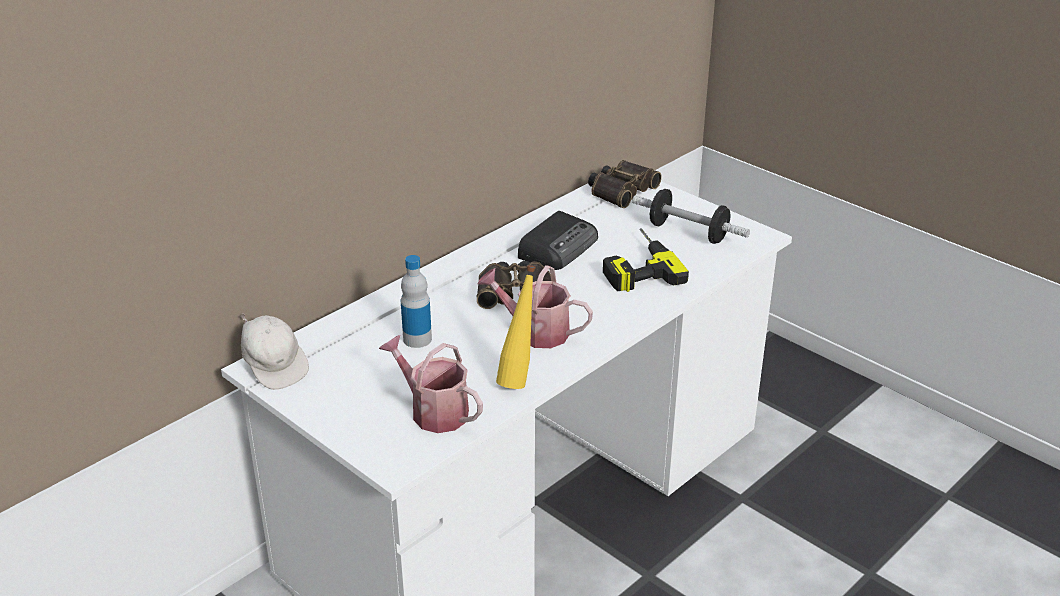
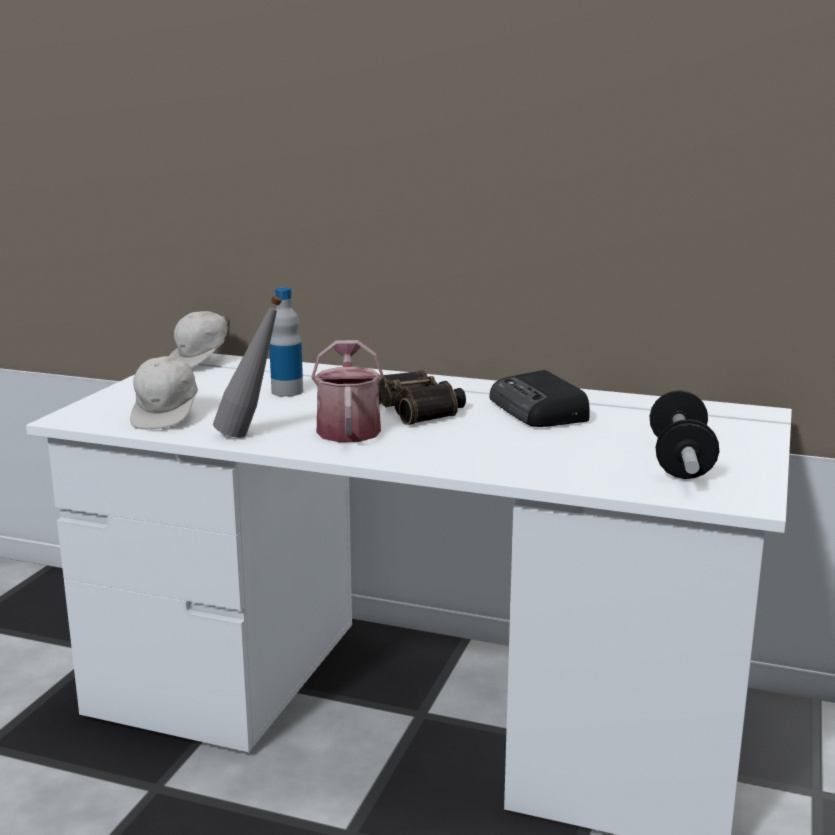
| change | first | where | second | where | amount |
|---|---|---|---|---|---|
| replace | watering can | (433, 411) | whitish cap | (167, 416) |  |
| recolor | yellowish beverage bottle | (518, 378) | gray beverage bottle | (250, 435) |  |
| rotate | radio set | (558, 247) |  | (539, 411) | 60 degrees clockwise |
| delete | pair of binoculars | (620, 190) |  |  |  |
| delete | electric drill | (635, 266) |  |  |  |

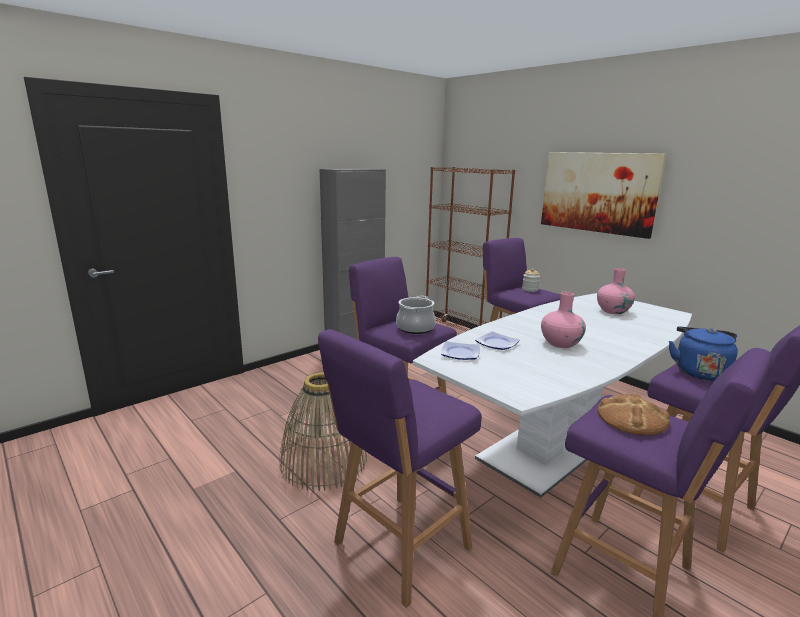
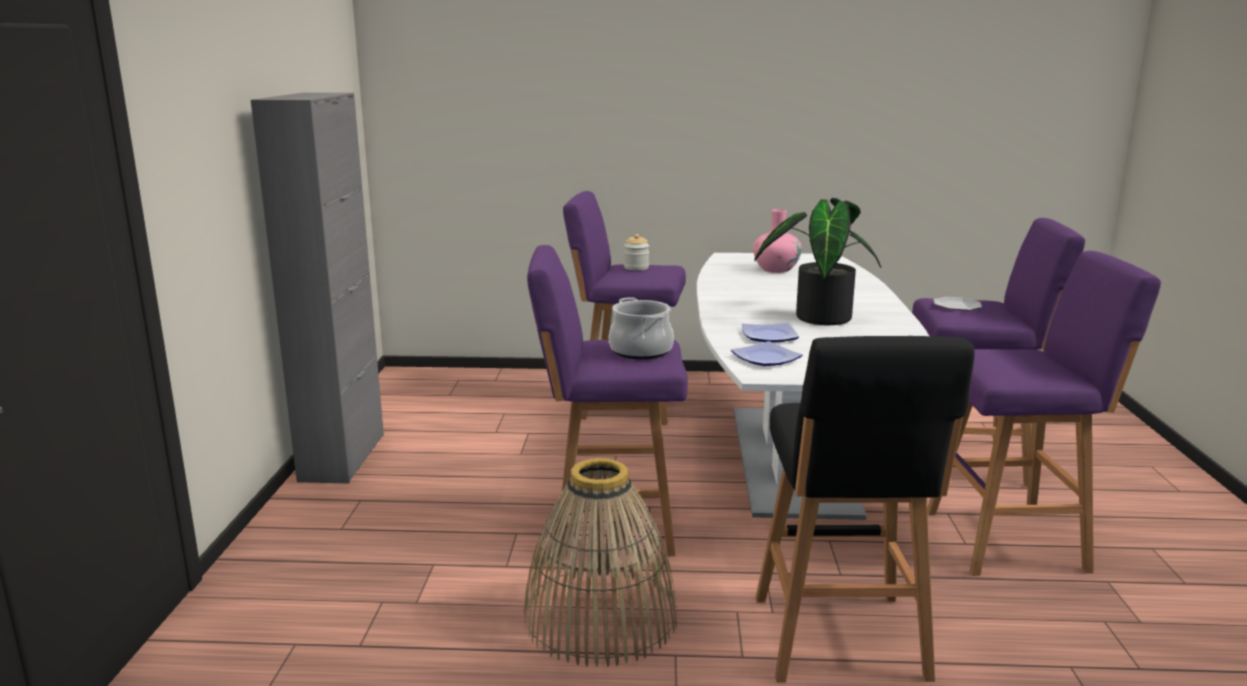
| change | first | where | second | where | amount |
|---|---|---|---|---|---|
| recolor | purple stool seat | (399, 548) | black-coloured stool seat | (840, 641) |  |
| delete | brown bookcase | (461, 333) |  |  |  |
| delete | wall art | (598, 192) |  |  |  |
| replace | pink vase | (560, 343) | plant in a pot | (818, 316) |  |
| delete | bakery bread | (631, 419) |  |  |  |
| replace | bluish water kettle | (699, 371) | plate | (957, 306) |  |

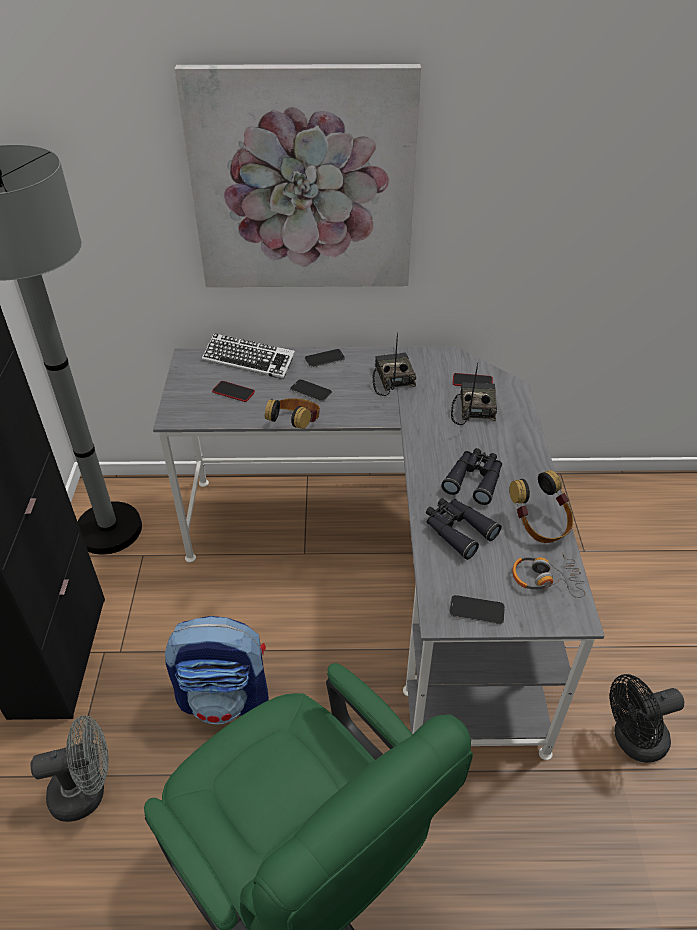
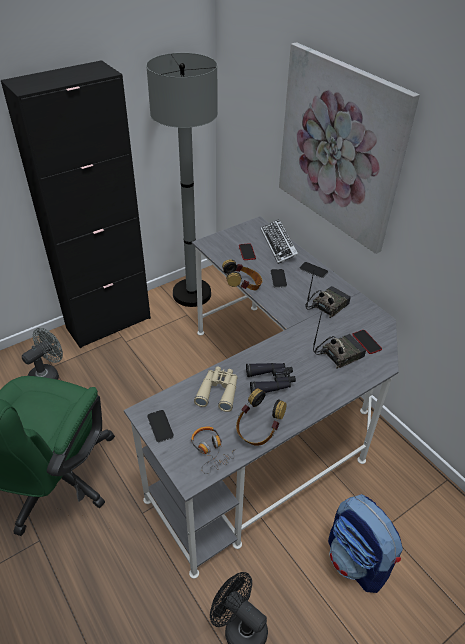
| change | first | where | second | where | amount |
|---|---|---|---|---|---|
| rotate | gray electric fan | (87, 791) |  | (48, 376) | 90 degrees counterclockwise |
| move | knapsack | (225, 697) |  | (357, 560) |  |
| recolor | black-coloured pair of binoculars | (457, 530) | beige-coloured pair of binoculars | (218, 391) |  |

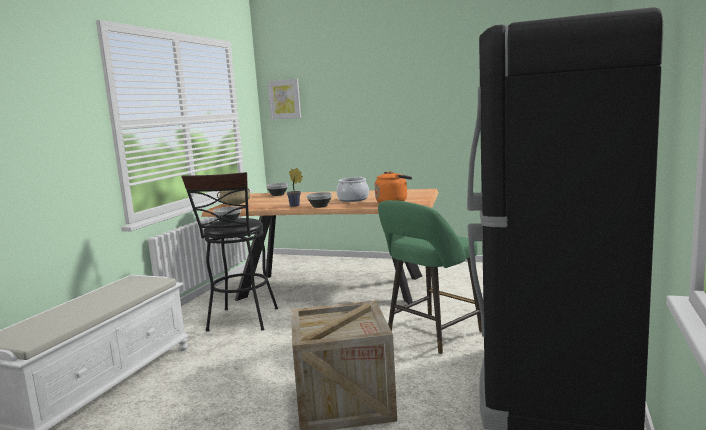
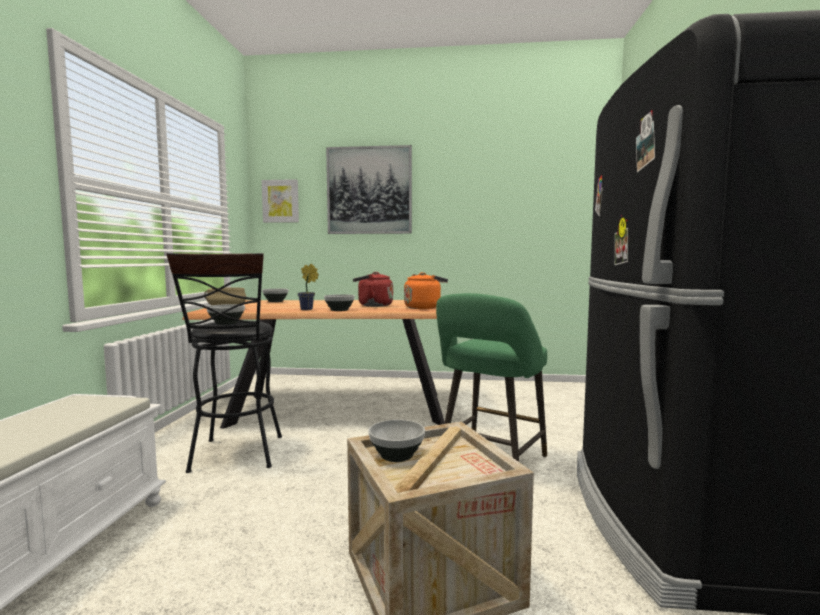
| change | first | where | second | where | amount |
|---|---|---|---|---|---|
| replace | cooking pot | (353, 199) | reddish water kettle | (373, 305) |  |
| insert |  |  | wall art | (369, 190) |  |
| insert |  |  | serving bowl | (397, 456) |  |

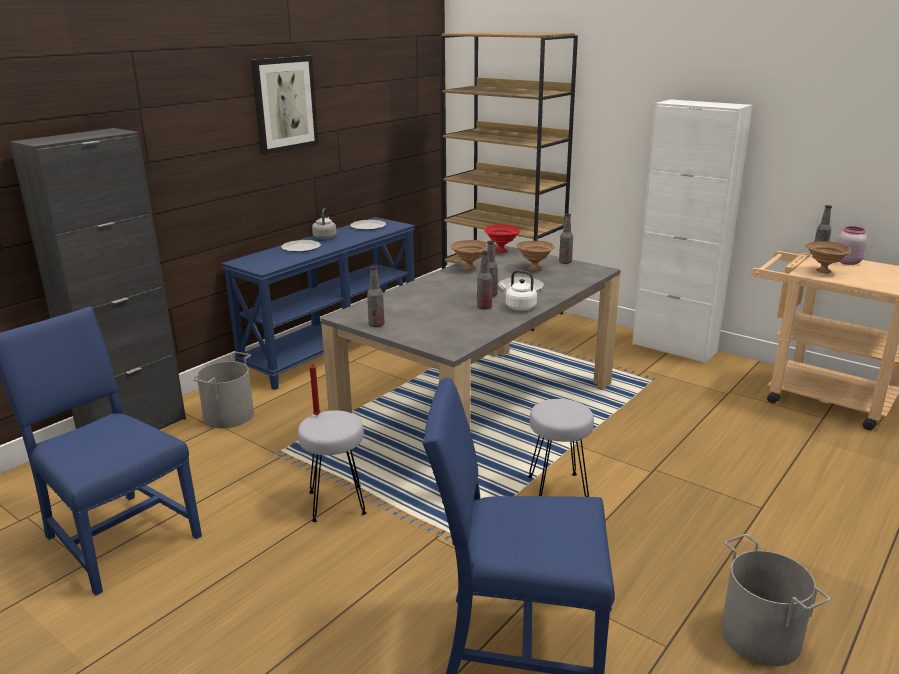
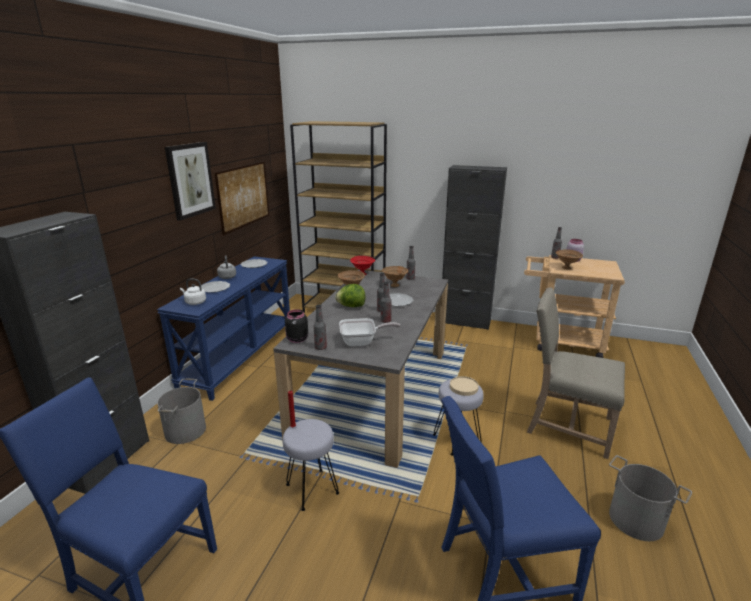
| change | first | where | second | where | amount |
|---|---|---|---|---|---|
| move | whitish water kettle | (519, 307) |  | (194, 302) |  |
| recolor | whitish cupboard | (674, 348) | black-coloured cupboard | (465, 322) |  |
| insert |  |  | wall art | (244, 196) |  |
| insert |  |  | black-coloured jar | (296, 339) |  |
| insert |  |  | lettuce | (351, 306) |  |
| insert |  |  | pan | (362, 342) |  |
| insert |  |  | beige-coloured plate | (463, 387) |  |
| insert |  |  | beige-coloured upright chair | (566, 426) |  |

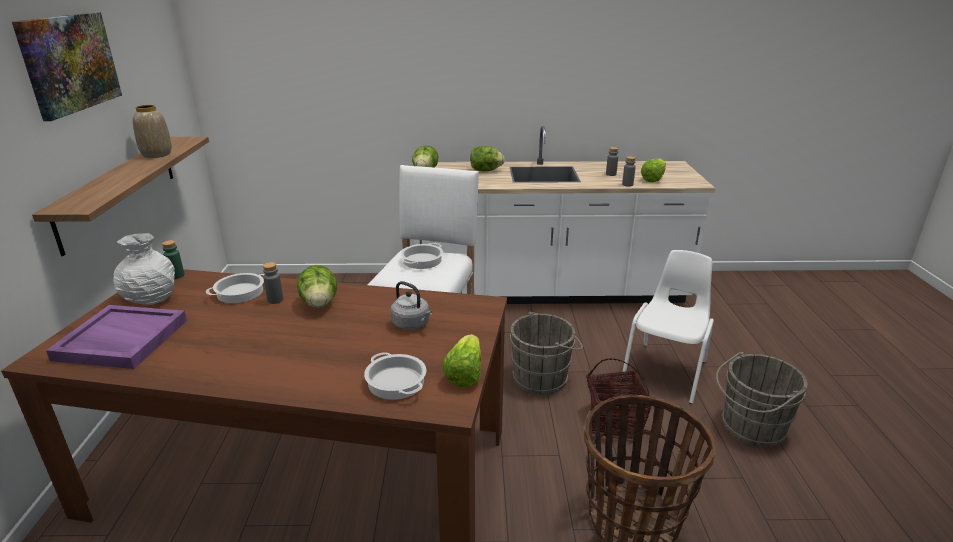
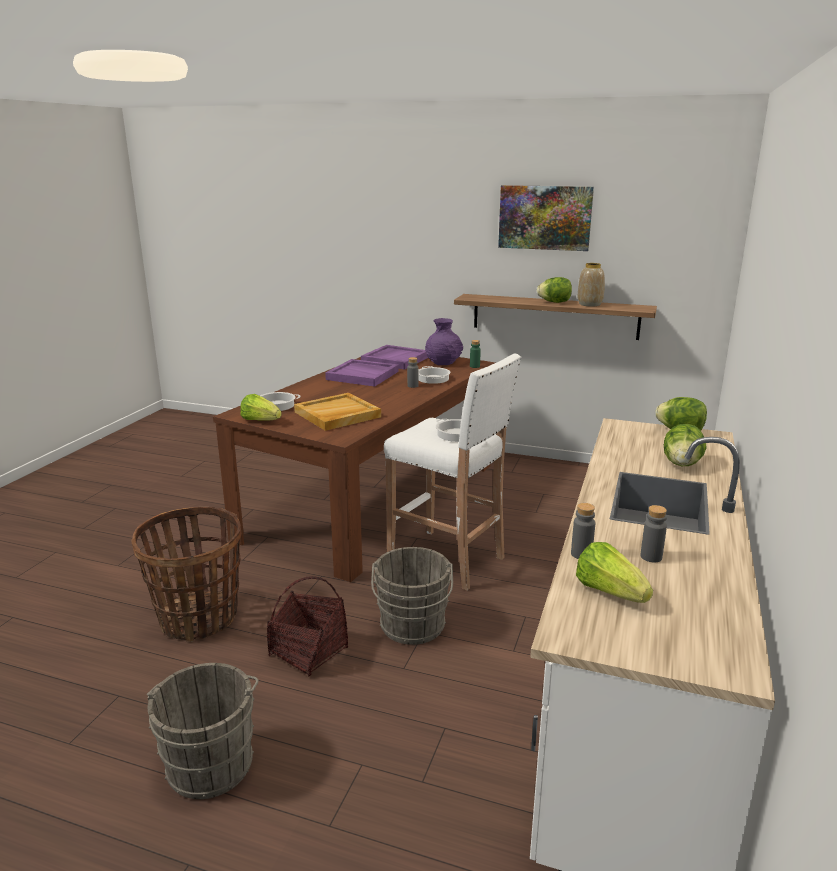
| change | first | where | second | where | amount |
|---|---|---|---|---|---|
| recolor | whitish vase | (150, 298) | purple vase | (443, 362) |  |
| move | lettuce | (319, 304) |  | (554, 302) |  |
| replace | gray water kettle | (412, 324) | beige-coloured serving tray | (337, 415) |  |
| delete | whitish upright chair | (666, 371) |  |  |  |
| insert |  |  | purple serving tray | (363, 375) |  |

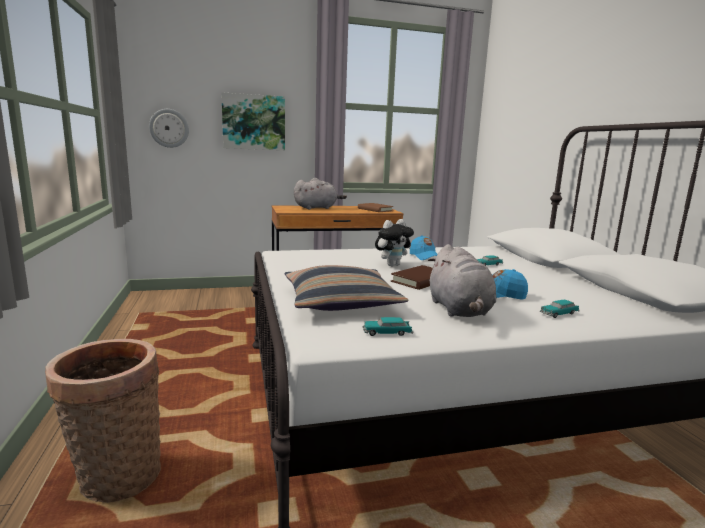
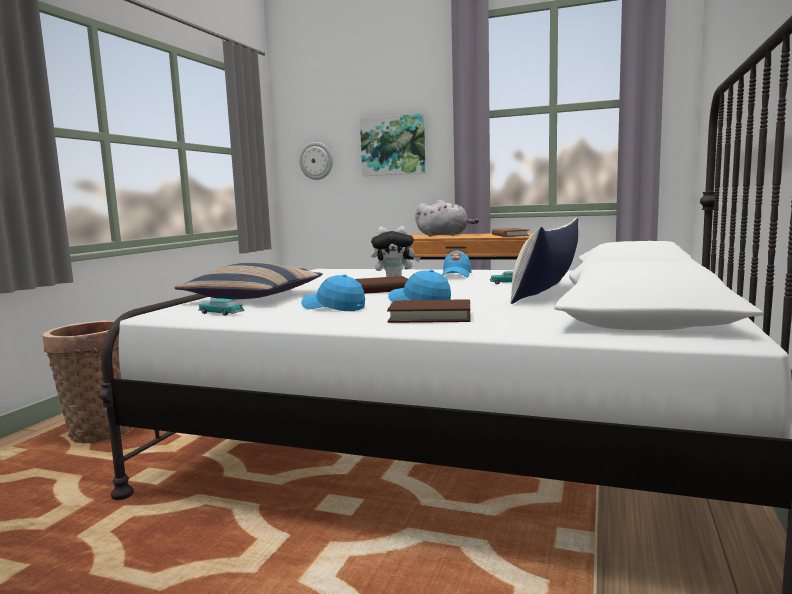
| change | first | where | second | where | amount |
|---|---|---|---|---|---|
| replace | gray cuddly toy | (459, 310) | bluish cap | (334, 307) |  |
| replace | model car | (559, 313) | brown book | (430, 316) |  |
| insert |  |  | pillow | (545, 292) |  |

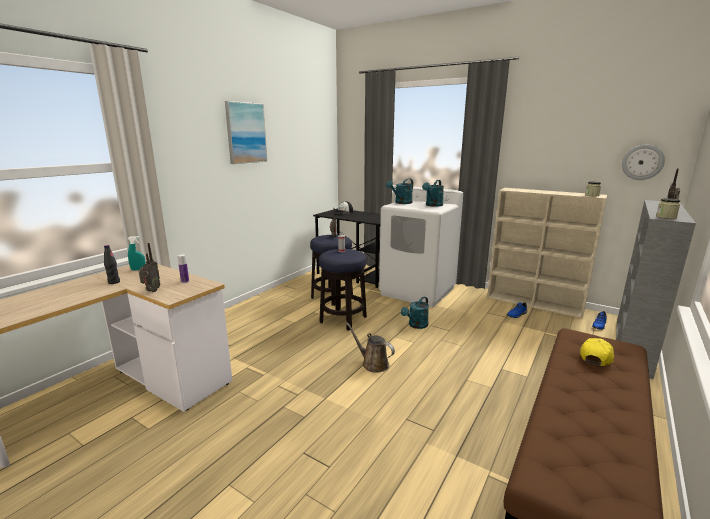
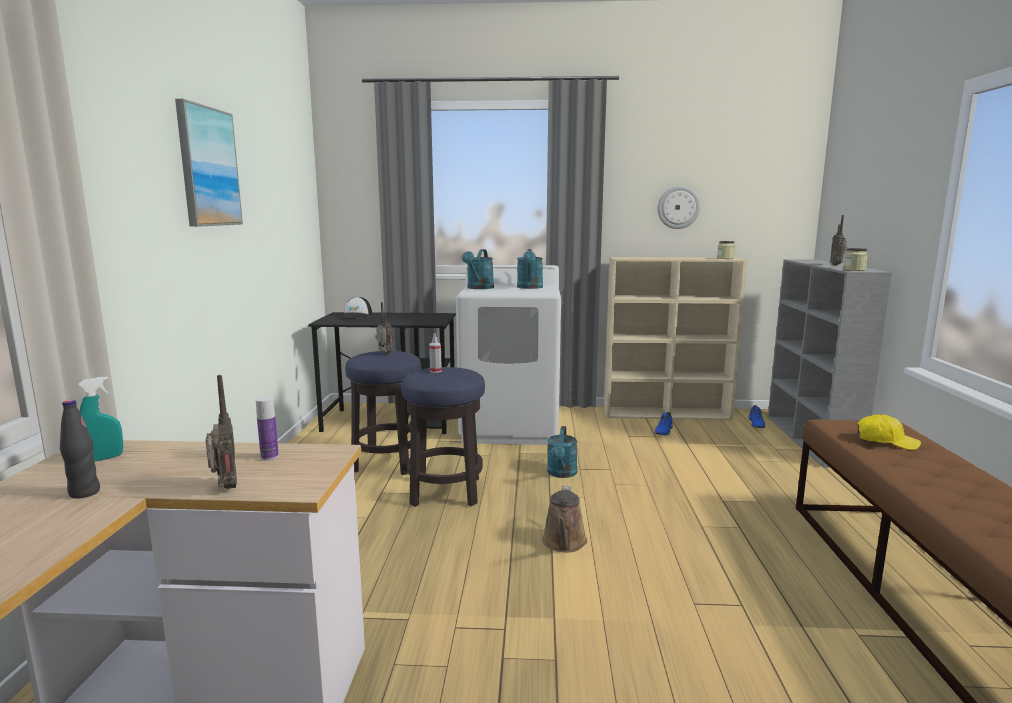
| change | first | where | second | where | amount |
|---|---|---|---|---|---|
| rotate | brown watering can | (373, 363) |  | (564, 543) | 90 degrees counterclockwise |
| rotate | yellowish cap | (596, 357) |  | (886, 441) | 105 degrees clockwise |
| move | clock on the wall | (642, 162) |  | (678, 207) |  |

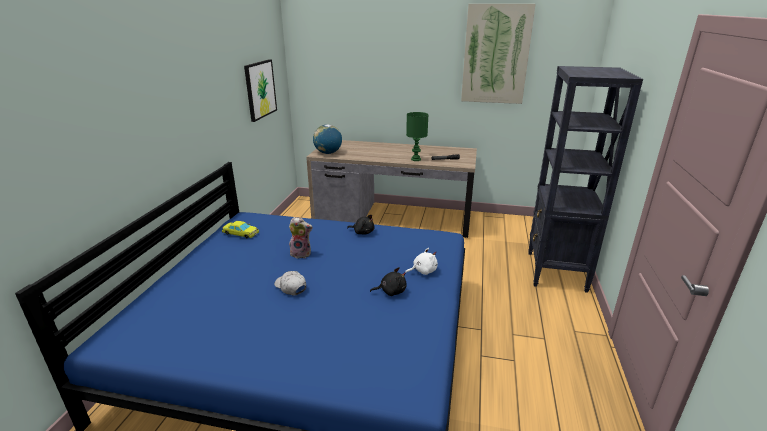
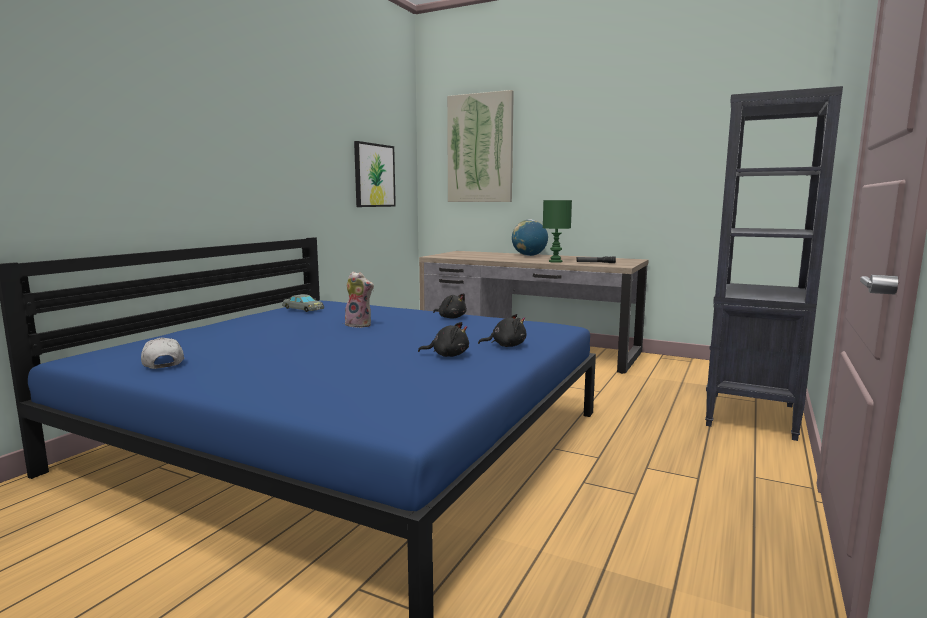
| change | first | where | second | where | amount |
|---|---|---|---|---|---|
| recolor | yellowish model car | (241, 233) | gray model car | (303, 308) |  |
| move | whitish cap | (290, 287) |  | (163, 363) |  |
| move | globe | (328, 153) |  | (529, 255) |  |
| recolor | whitish cuddly toy | (423, 271) | black-coloured cuddly toy | (506, 346) |  |
| move | wall art | (496, 55) |  | (480, 148) |  |

